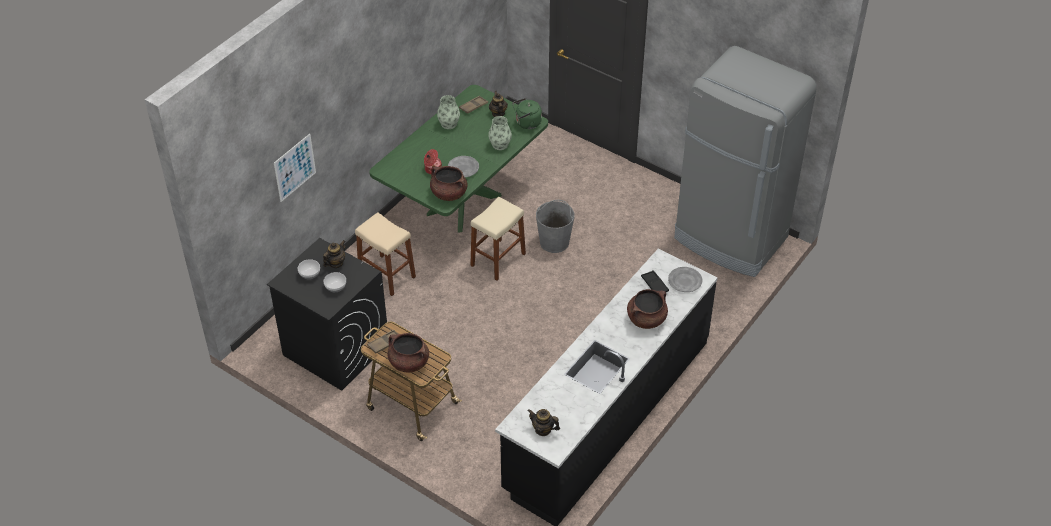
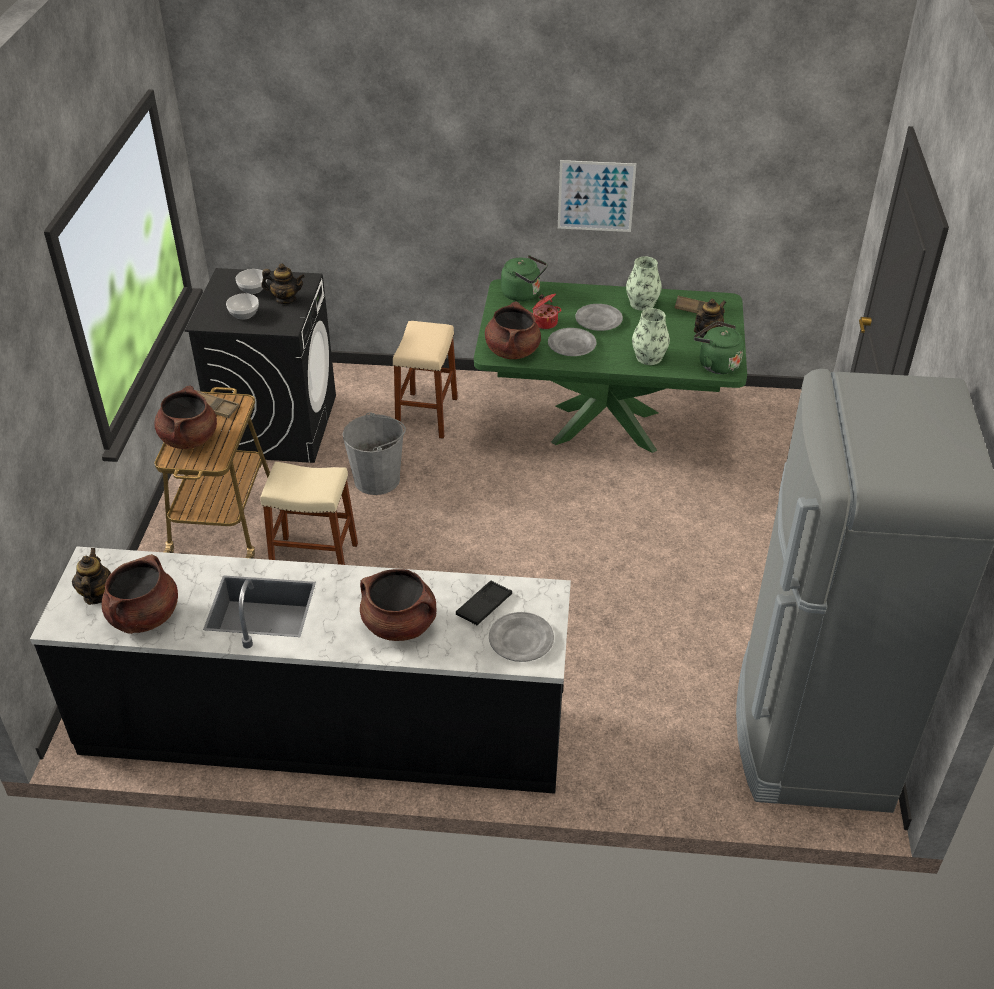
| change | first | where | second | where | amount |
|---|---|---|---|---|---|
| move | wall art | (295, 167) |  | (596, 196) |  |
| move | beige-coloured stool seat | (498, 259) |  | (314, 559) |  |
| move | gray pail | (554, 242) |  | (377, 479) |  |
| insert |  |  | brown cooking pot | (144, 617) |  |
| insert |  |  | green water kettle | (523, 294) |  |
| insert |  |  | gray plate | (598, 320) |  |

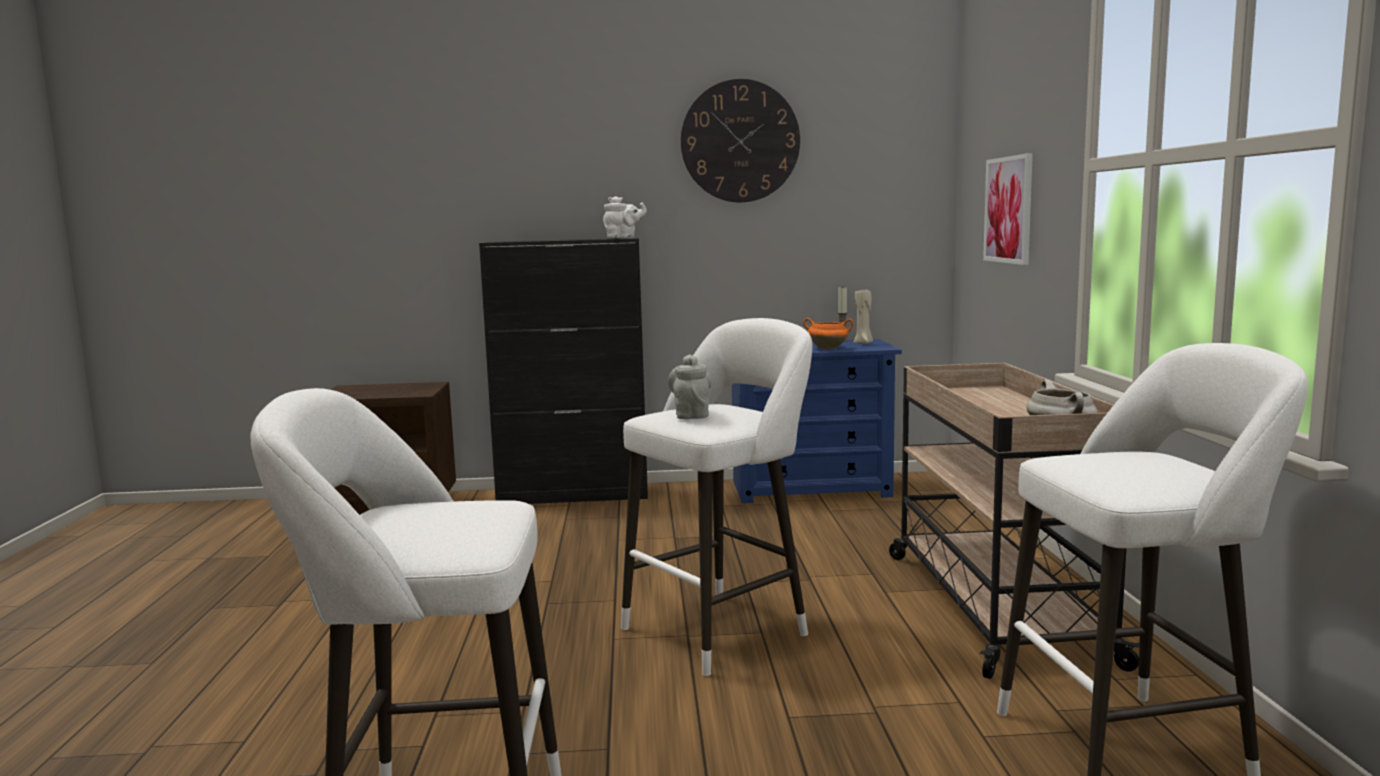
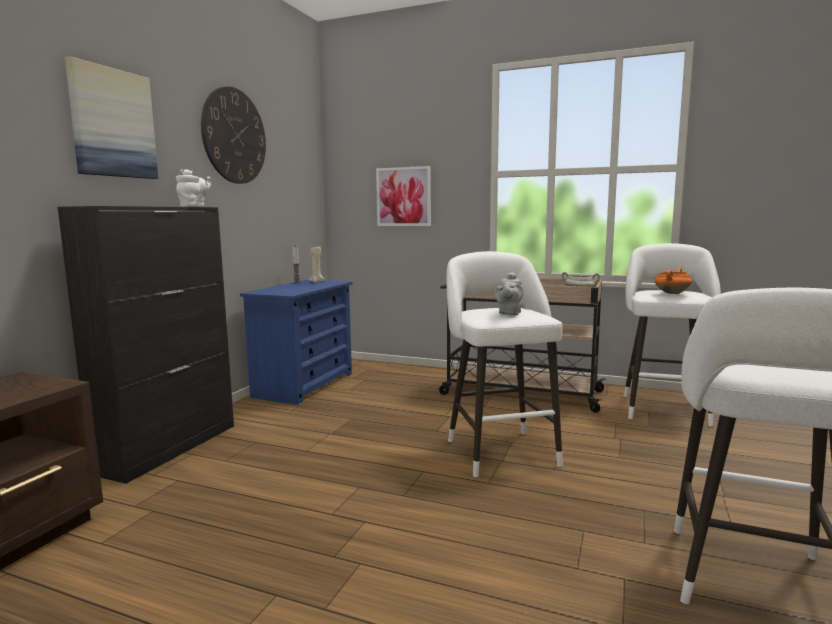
| change | first | where | second | where | amount |
|---|---|---|---|---|---|
| rotate | gray pot for tea | (691, 415) |  | (509, 313) | 90 degrees counterclockwise |
| move | orange-coloured cooking pot | (828, 348) |  | (671, 293) |  |
| insert |  |  | wall art | (112, 123) |  |

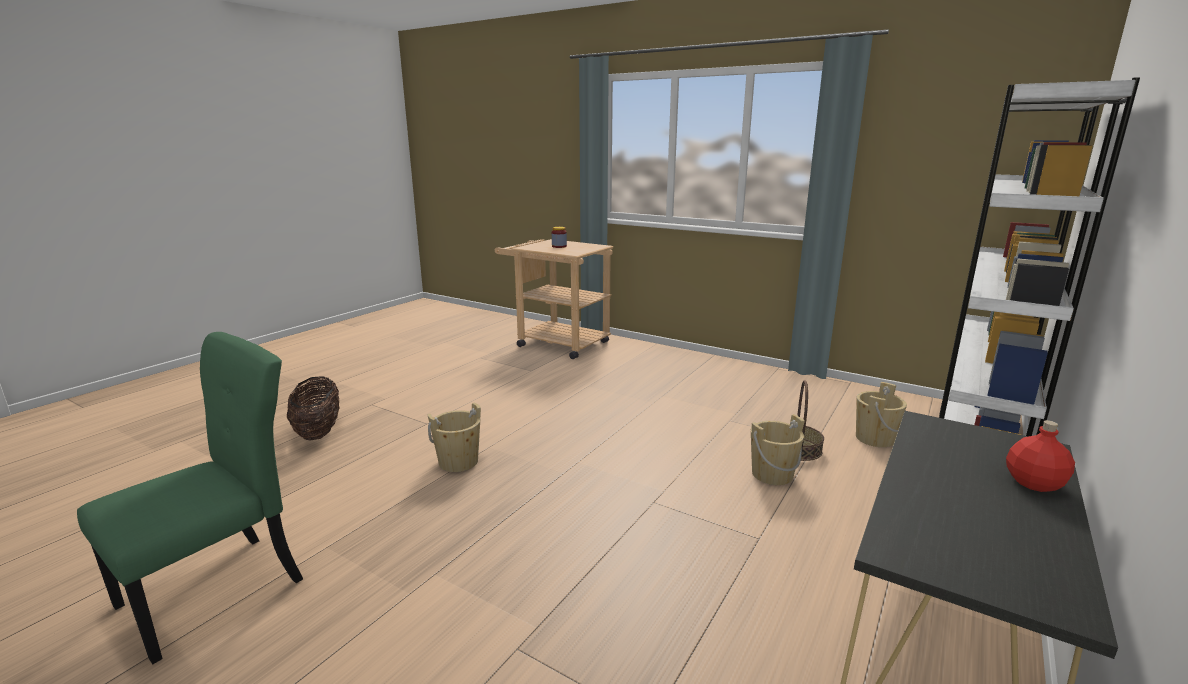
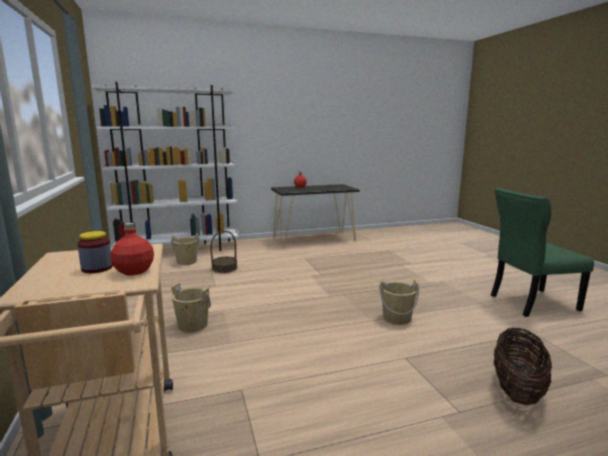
| change | first | where | second | where | amount |
|---|---|---|---|---|---|
| move | beige-coloured pail | (772, 474) |  | (193, 325) |  |
| insert |  |  | reddish beverage bottle | (135, 271) |  |

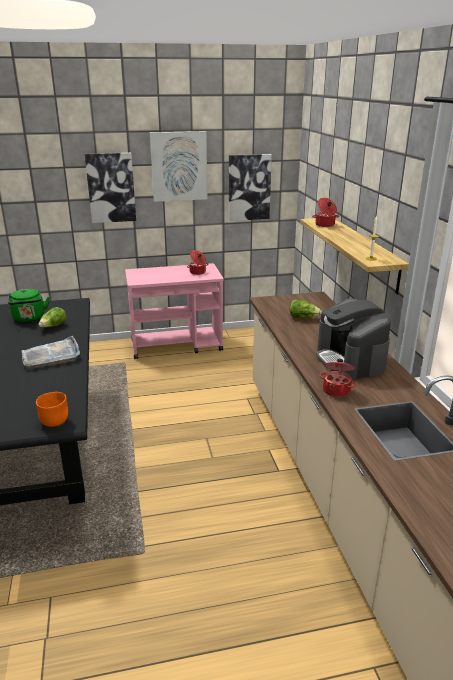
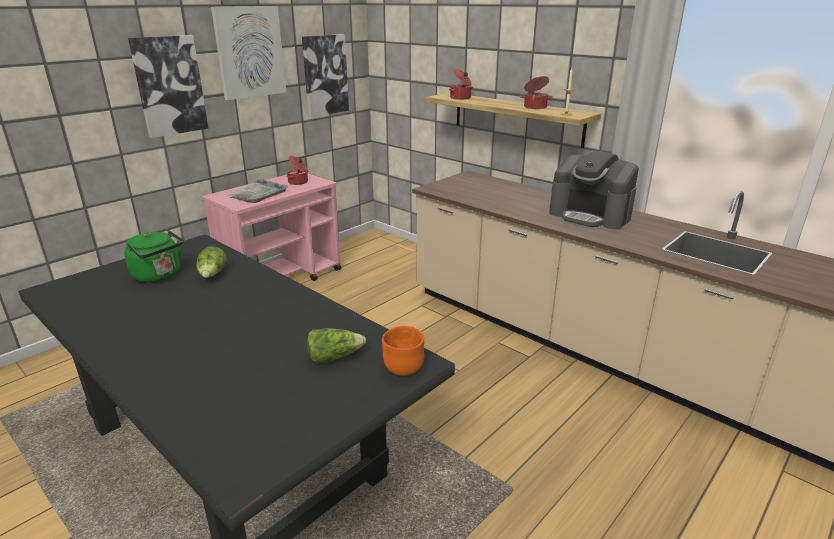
| change | first | where | second | where | amount |
|---|---|---|---|---|---|
| move | gray serving tray | (51, 355) |  | (258, 193) |  |
| move | lettuce | (303, 317) |  | (334, 357) |  |
| move | cooking pot | (336, 390) |  | (535, 107) |  |

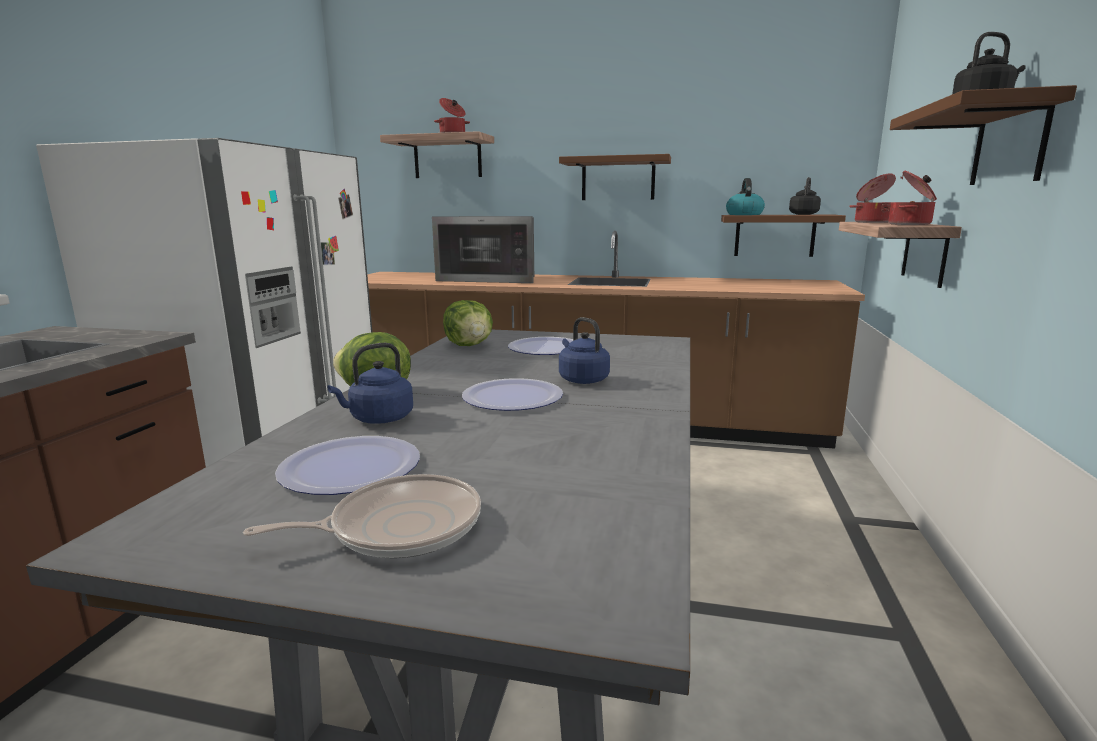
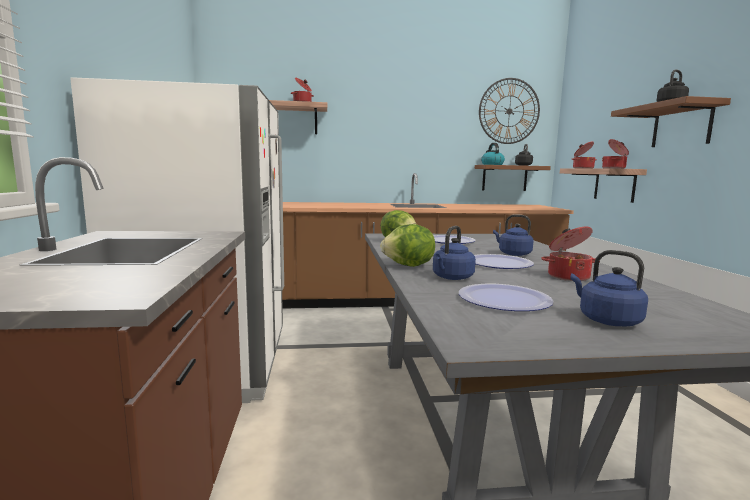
| change | first | where | second | where | amount |
|---|---|---|---|---|---|
| replace | pan | (399, 527) | bluish water kettle | (606, 320) |  |
| delete | microwave | (491, 279) |  |  |  |
| delete | brown shelf | (618, 179) |  |  |  |
| insert |  |  | clock on the wall | (509, 111) |  |
| insert |  |  | cooking pot | (568, 276) |  |

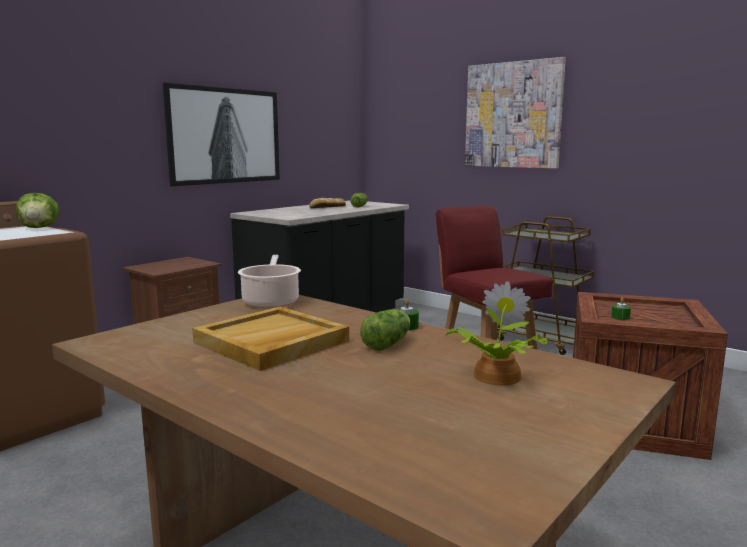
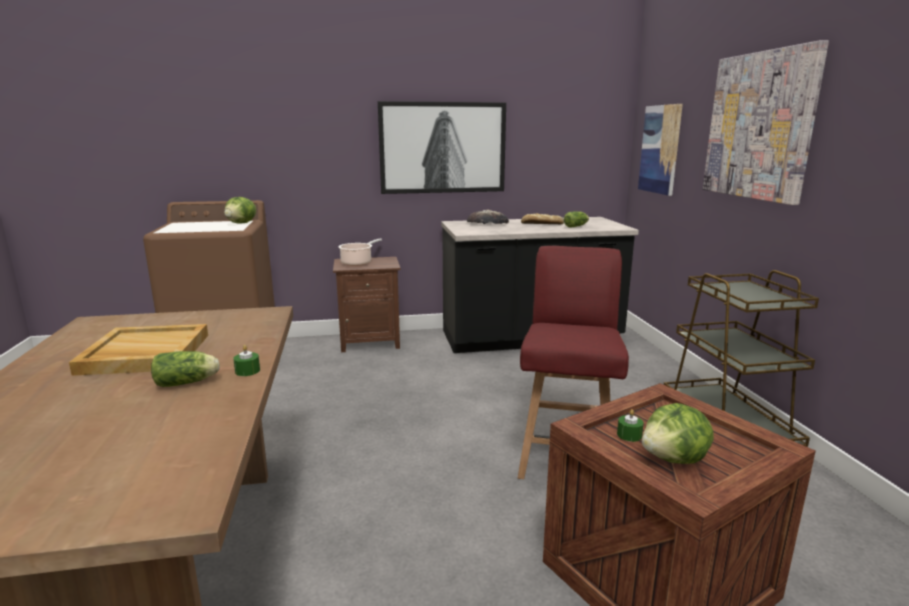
| change | first | where | second | where | amount |
|---|---|---|---|---|---|
| move | cooking pot | (271, 301) |  | (358, 263) |  |
| delete | plant in a pot | (494, 376) |  |  |  |
| insert |  |  | bakery bread | (487, 223) |  |
| insert |  |  | wall art | (660, 149) |  |
| insert |  |  | lettuce | (674, 459) |  |

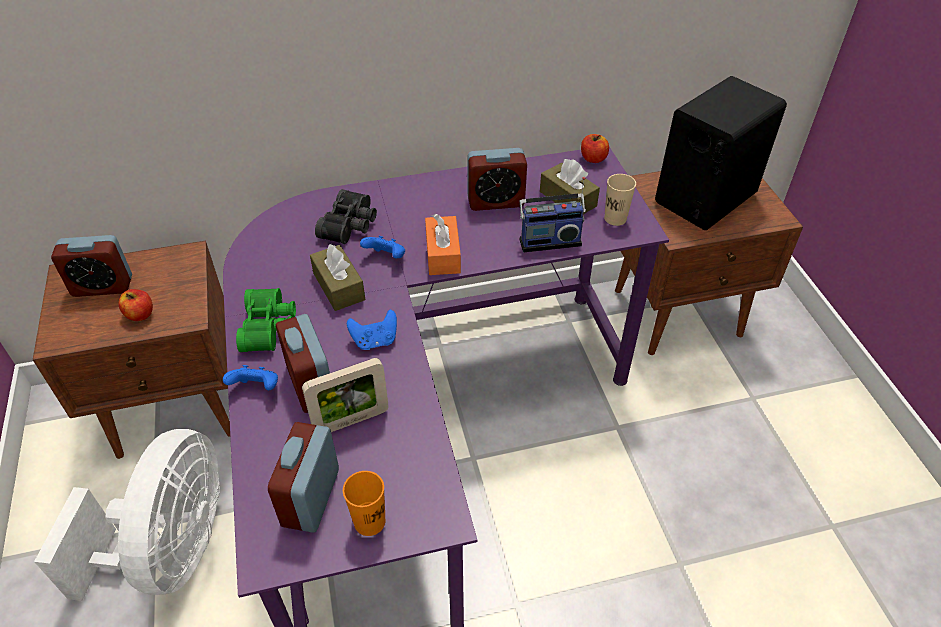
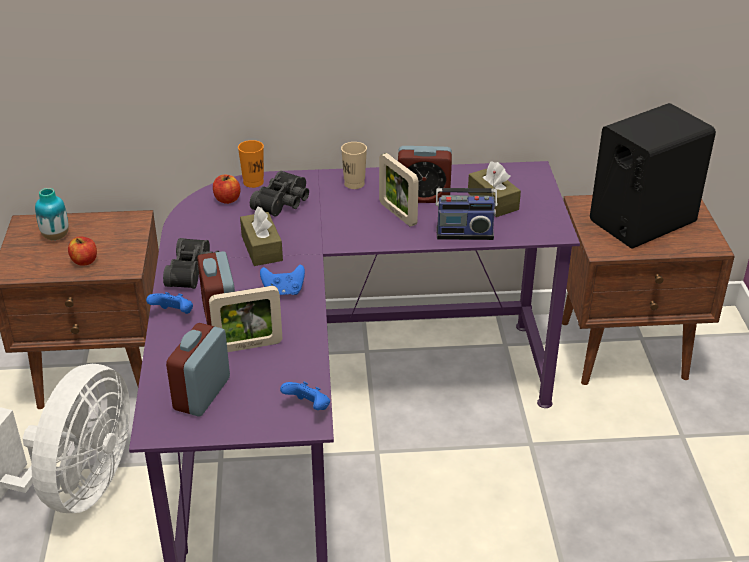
| change | first | where | second | where | amount |
|---|---|---|---|---|---|
| replace | table clock | (102, 286) | vase | (56, 236) |  |
| recolor | green pair of binoculars | (270, 327) | black-coloured pair of binoculars | (195, 271) |  |
| move | orange-coloured small cup | (369, 521) |  | (253, 182) |  |
| move | bluish gamepad | (386, 258) |  | (308, 407) |  |
| delete | orange-coloured box of tissues | (443, 254) |  |  |  |
| move | apple fruit | (593, 158) |  | (227, 199) |  |
| move | beige-coloured small cup | (615, 218) |  | (354, 184) |  |
| insert |  |  | standing frame | (397, 214) |  |

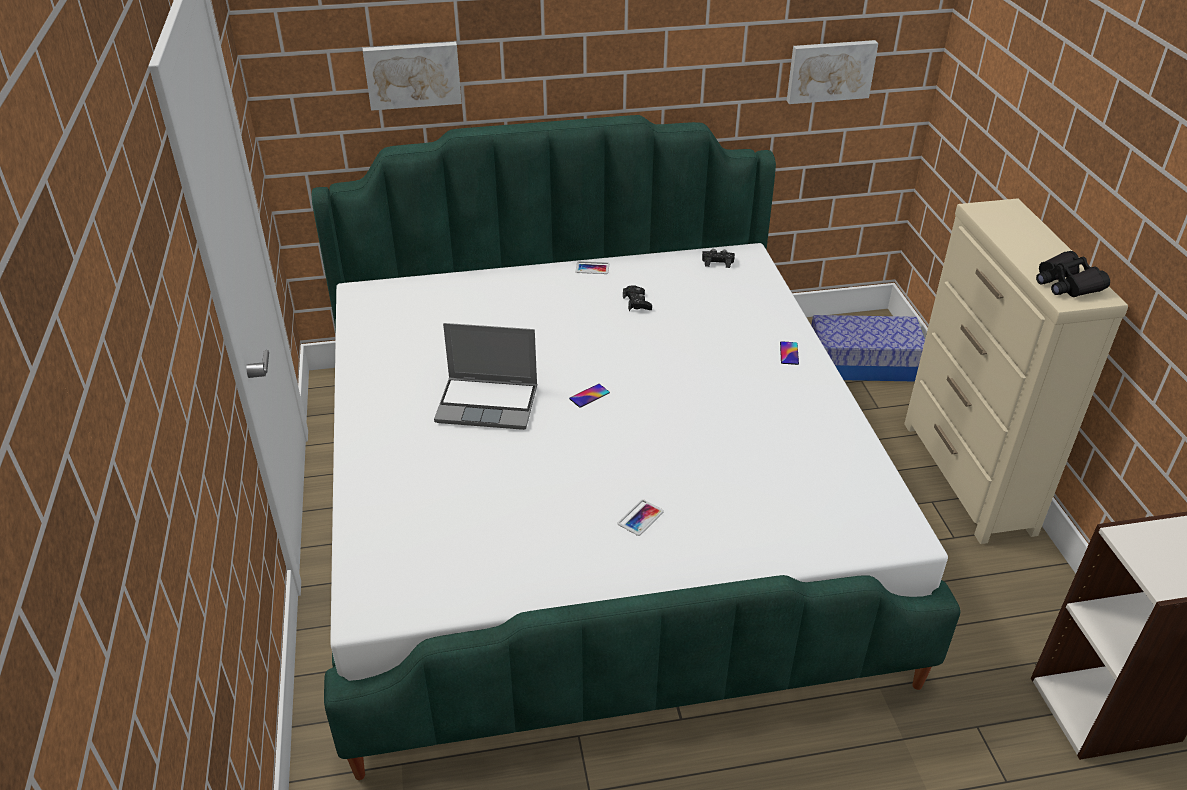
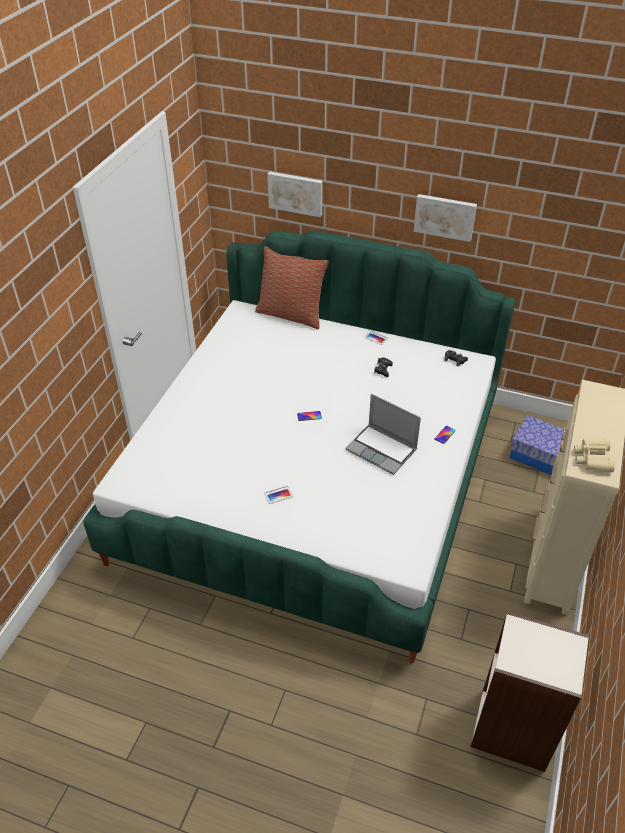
| change | first | where | second | where | amount |
|---|---|---|---|---|---|
| move | laptop | (489, 404) |  | (382, 450) |  |
| move | wall art | (830, 70) |  | (445, 216) |  |
| recolor | black-coloured pair of binoculars | (1066, 283) | beige-coloured pair of binoculars | (593, 459) |  |
| insert |  |  | pillow | (291, 314) |  |

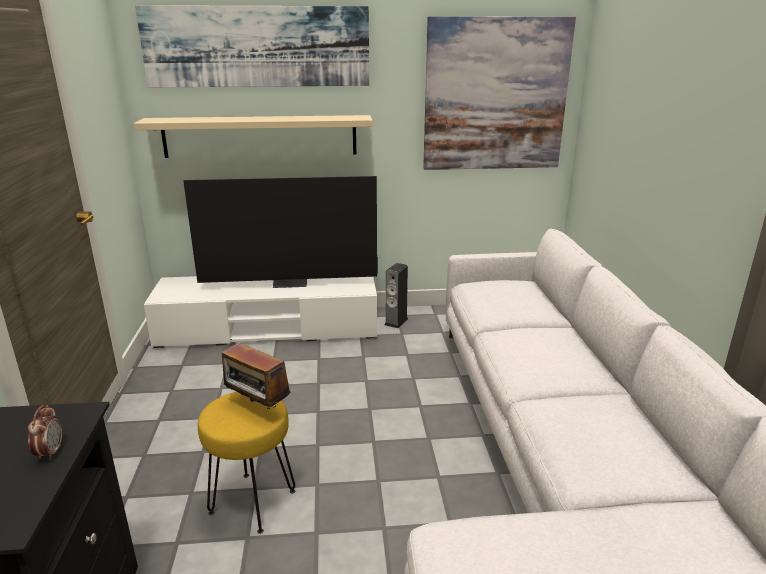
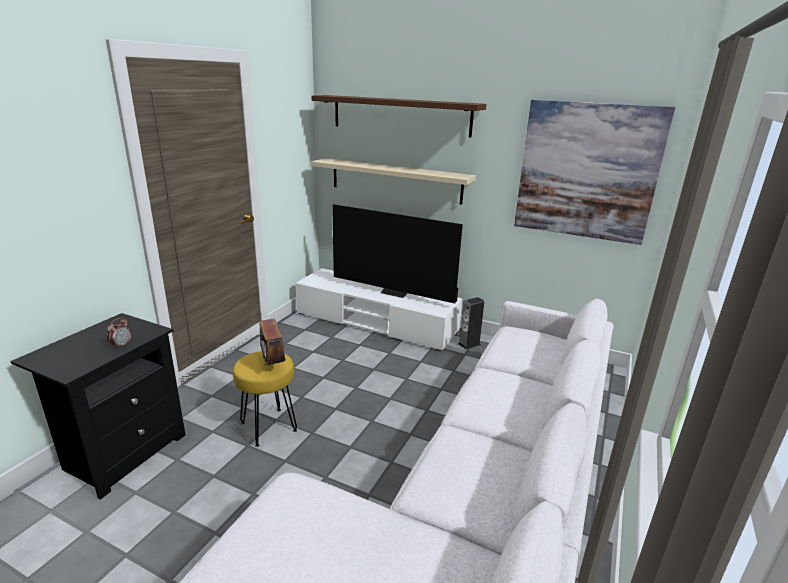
| change | first | where | second | where | amount |
|---|---|---|---|---|---|
| replace | wall art | (257, 47) | brown shelf | (400, 115) |  |

